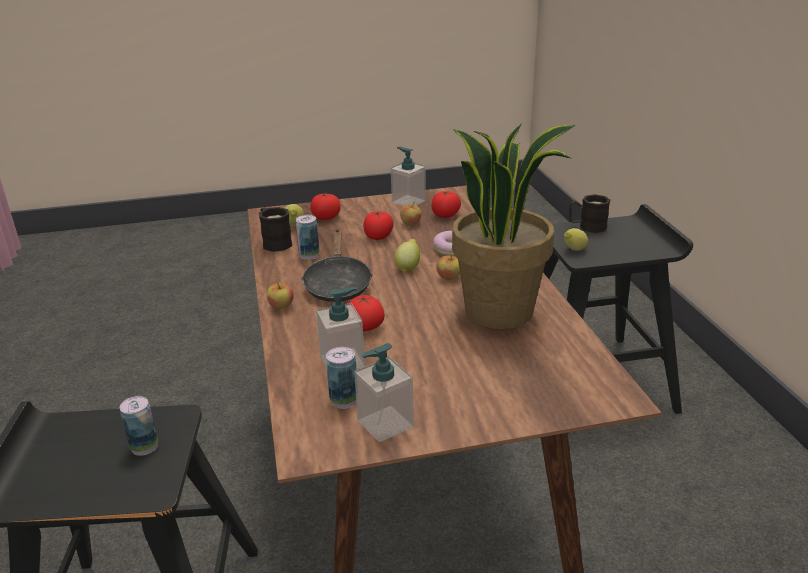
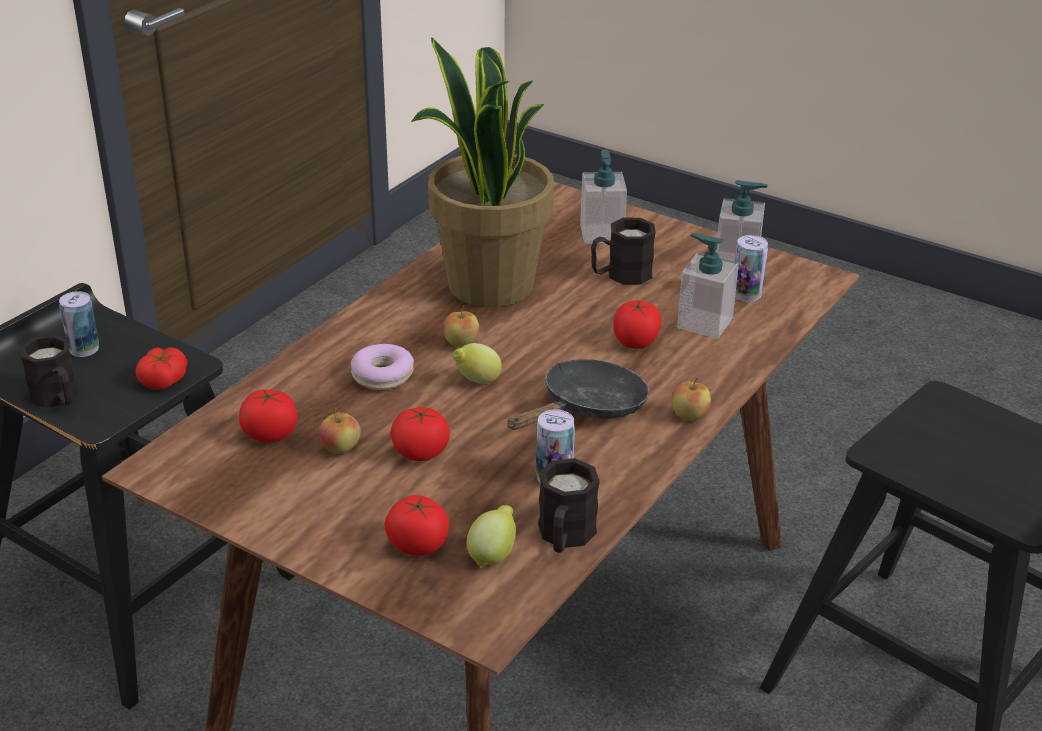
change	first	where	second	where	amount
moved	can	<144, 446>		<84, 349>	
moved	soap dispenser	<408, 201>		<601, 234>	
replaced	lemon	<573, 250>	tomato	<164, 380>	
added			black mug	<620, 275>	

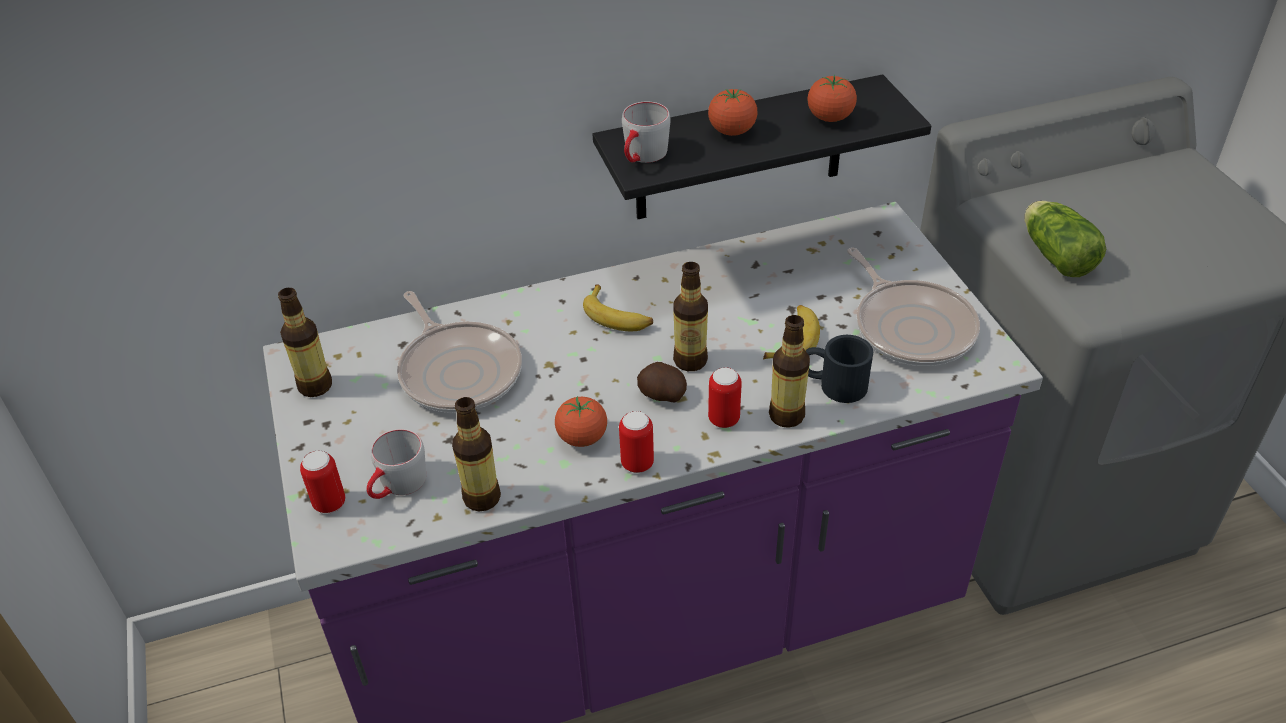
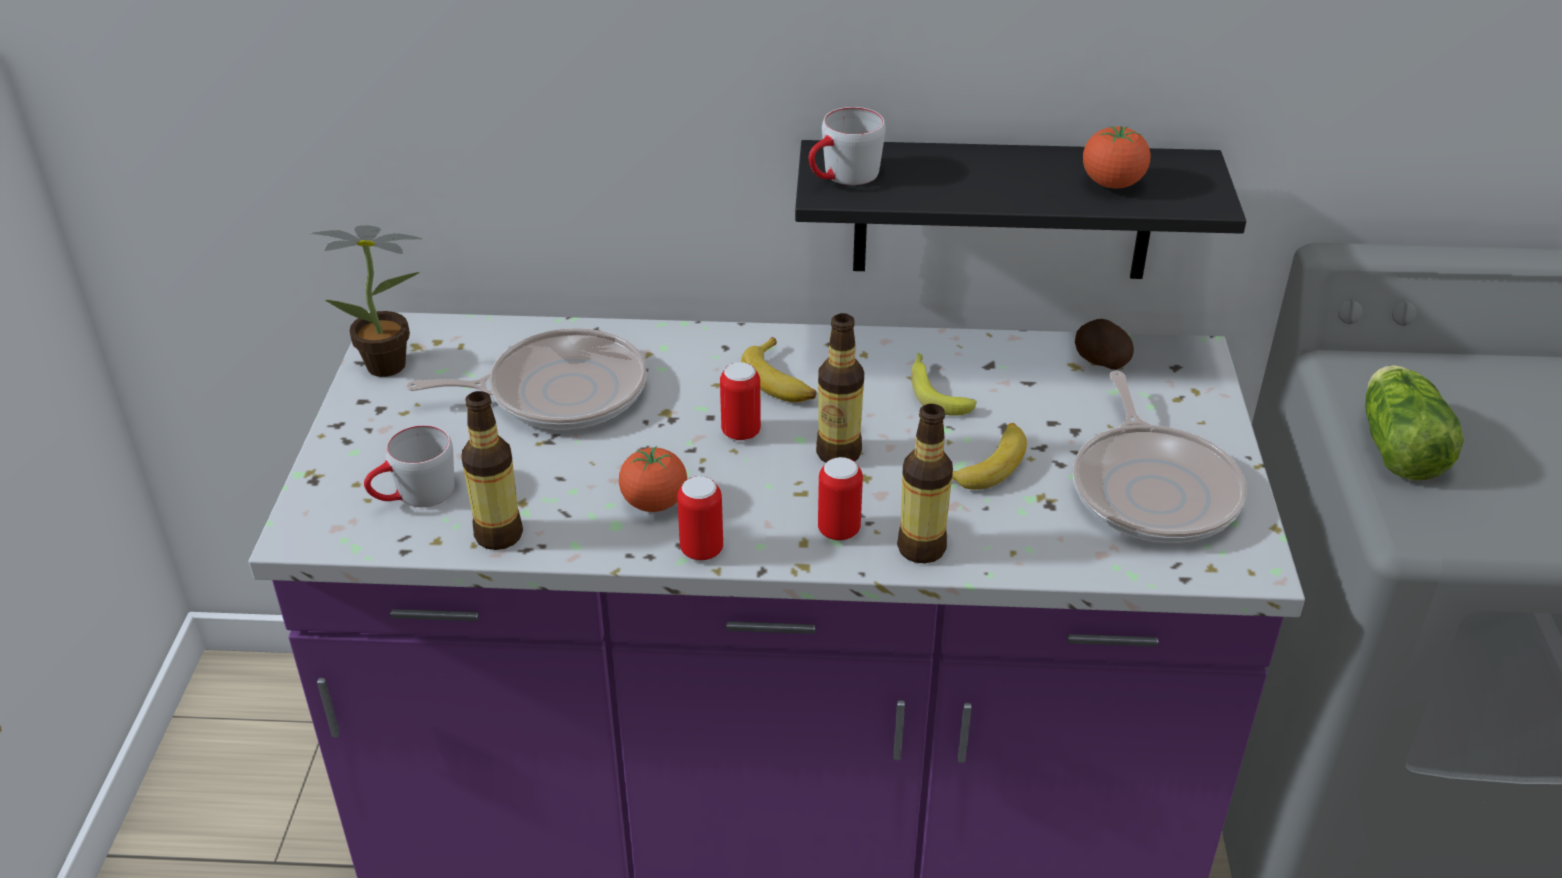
change	first	where	second	where	amount
replaced	bottle	<315, 386>	potted plant	<393, 366>	
moved	can	<329, 503>		<741, 432>	
turned	frying pan	<459, 370>		<559, 392>	90 degrees counterclockwise
moved	potato	<661, 395>		<1100, 362>	
removed	tomato	<732, 131>			
removed	black mug	<833, 384>			
added			banana	<936, 390>	

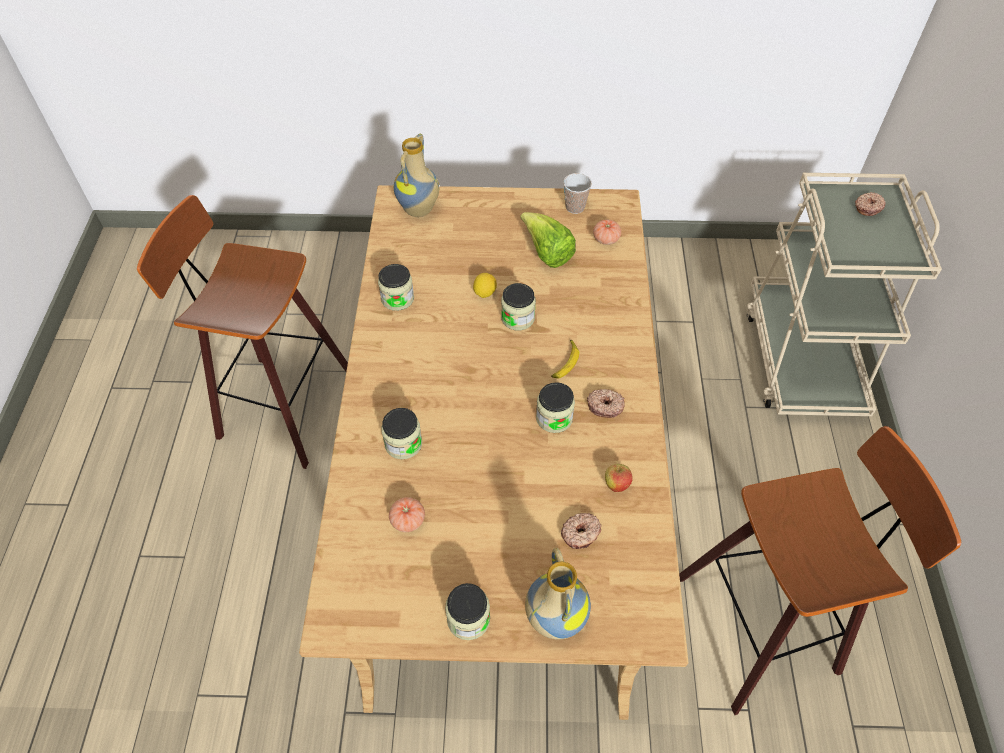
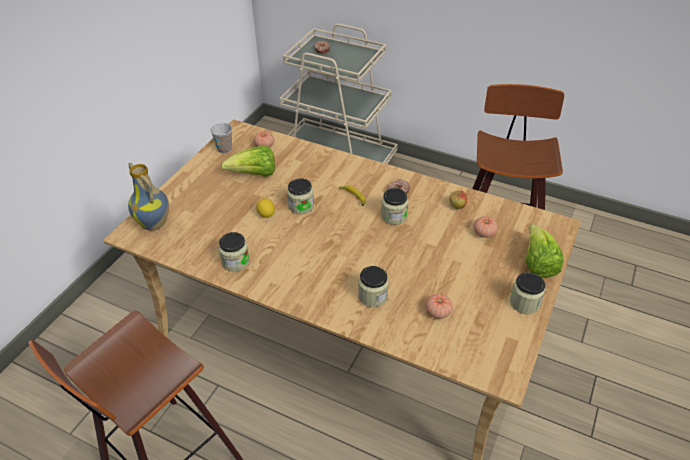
change	first	where	second	where	amount
replaced	vase	<553, 620>	lettuce	<537, 264>	
replaced	donut	<581, 534>	tomato	<484, 233>	

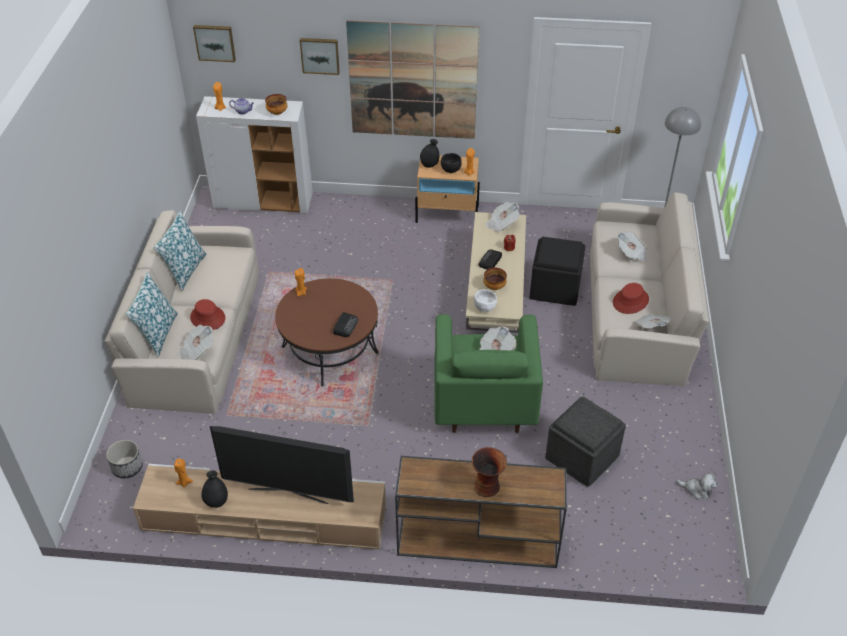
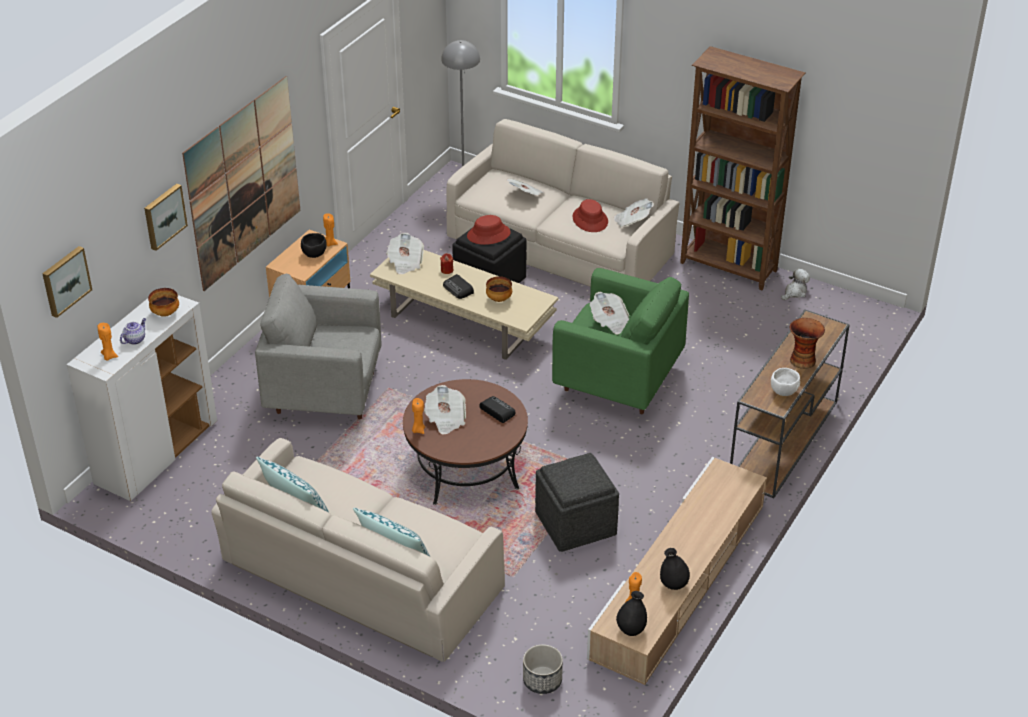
change	first	where	second	where	amount
moved	newspaper	<197, 351>		<445, 419>	
moved	red hat	<207, 318>		<488, 234>	
removed	television	<288, 495>			
moved	black vase	<429, 165>		<631, 629>	
moved	white bowl	<484, 308>		<784, 392>	
moved	grey ottoman	<581, 457>		<575, 524>	
added			grey armchair	<324, 392>	
added			brown bookcase	<728, 267>	

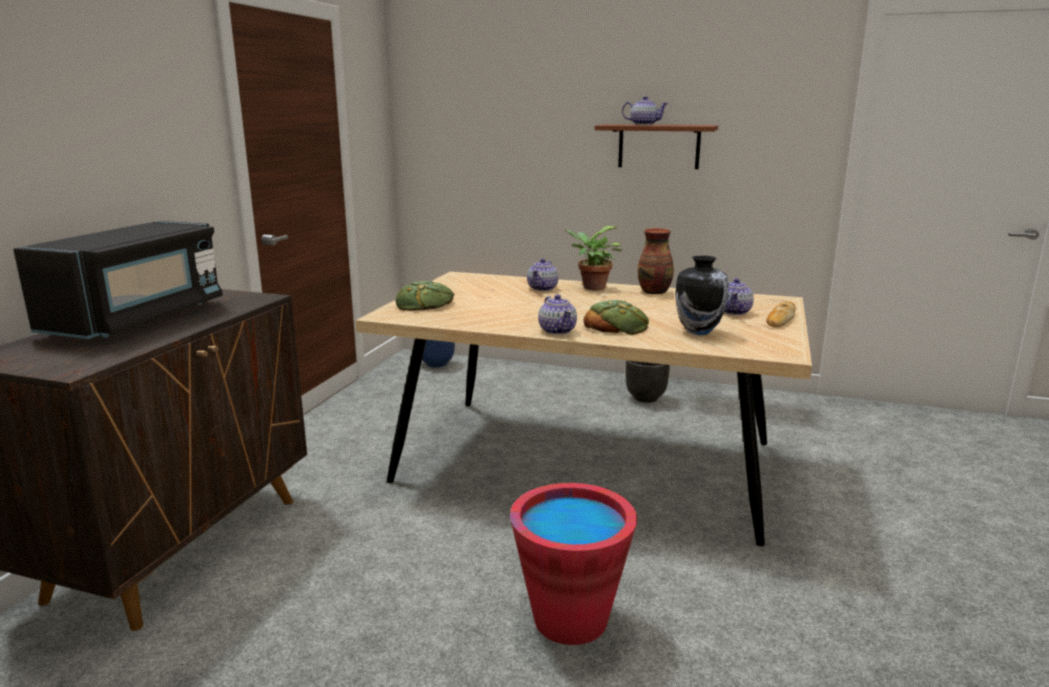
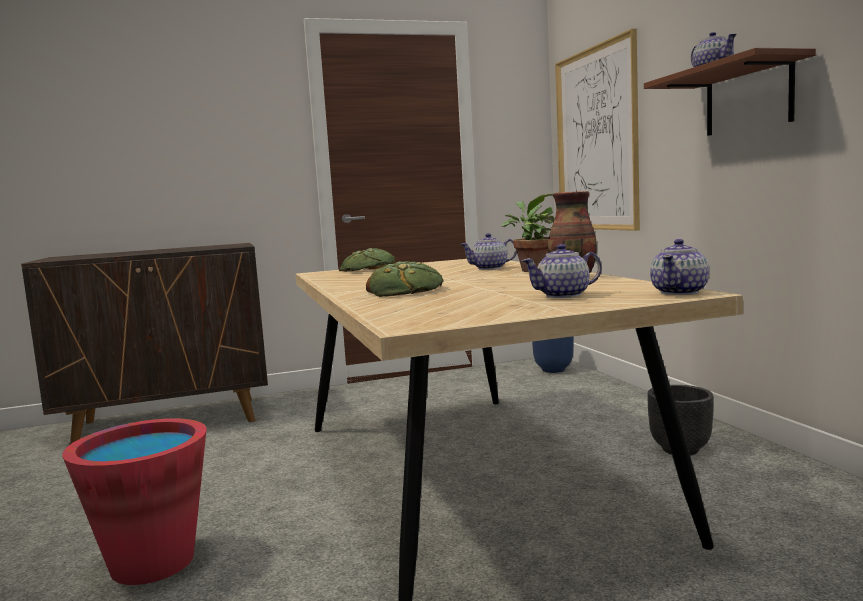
change	first	where	second	where	amount
removed	black microwave	<138, 319>			
moved	teapot	<557, 330>		<680, 292>	
removed	vase	<698, 332>			
removed	bread	<780, 319>			
added			picture	<596, 140>	

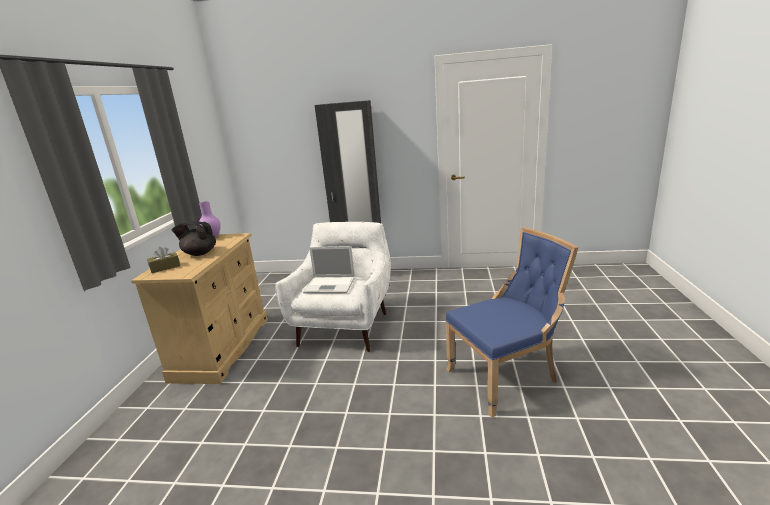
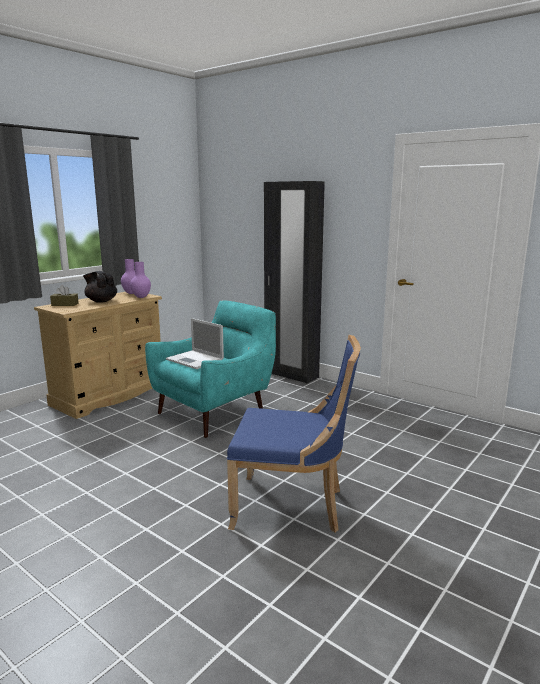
change	first	where	second	where	amount
recoloured	white armchair	<346, 326>	turquoise armchair	<216, 412>	
added			purple vase	<141, 297>	

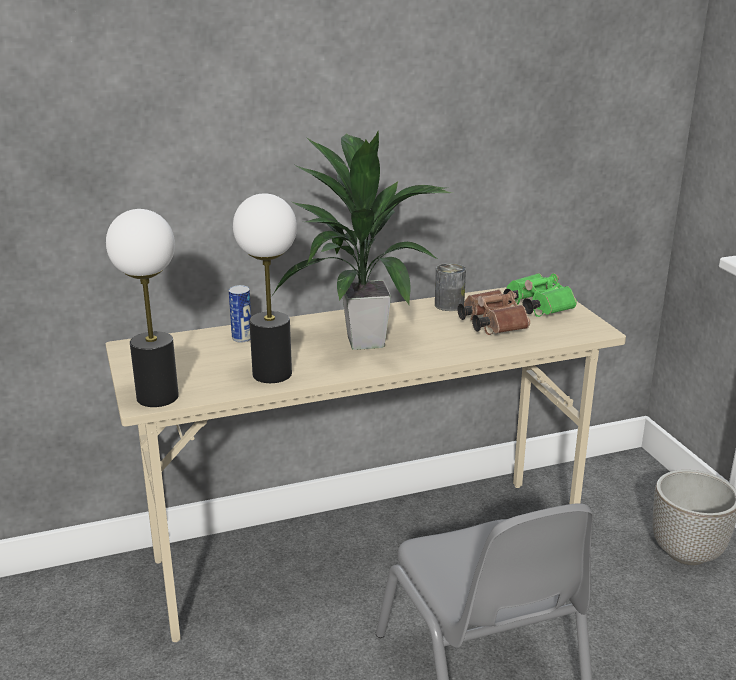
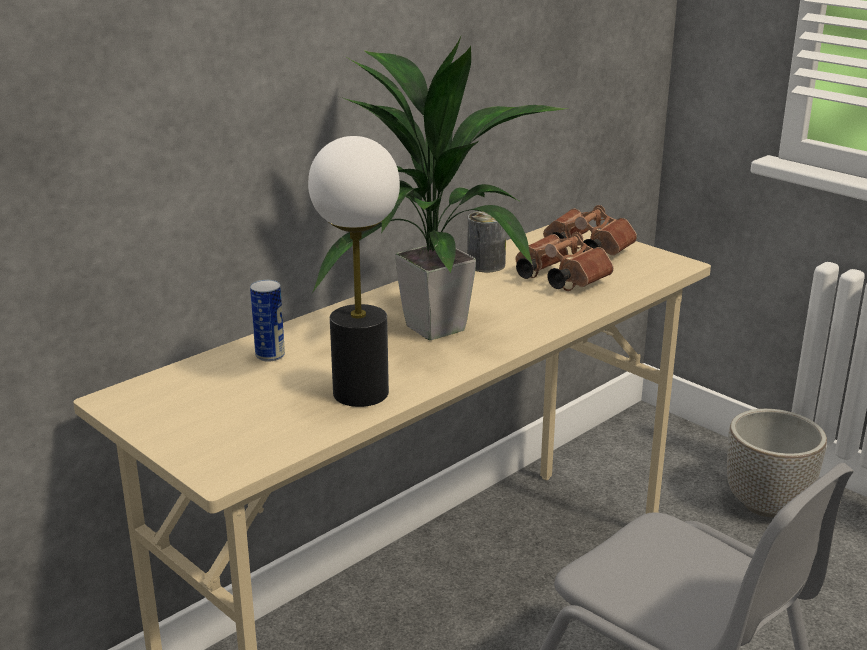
change	first	where	second	where	amount
removed	table lamp	<157, 397>			
recoloured	green binoculars	<535, 307>	brown binoculars	<584, 250>	

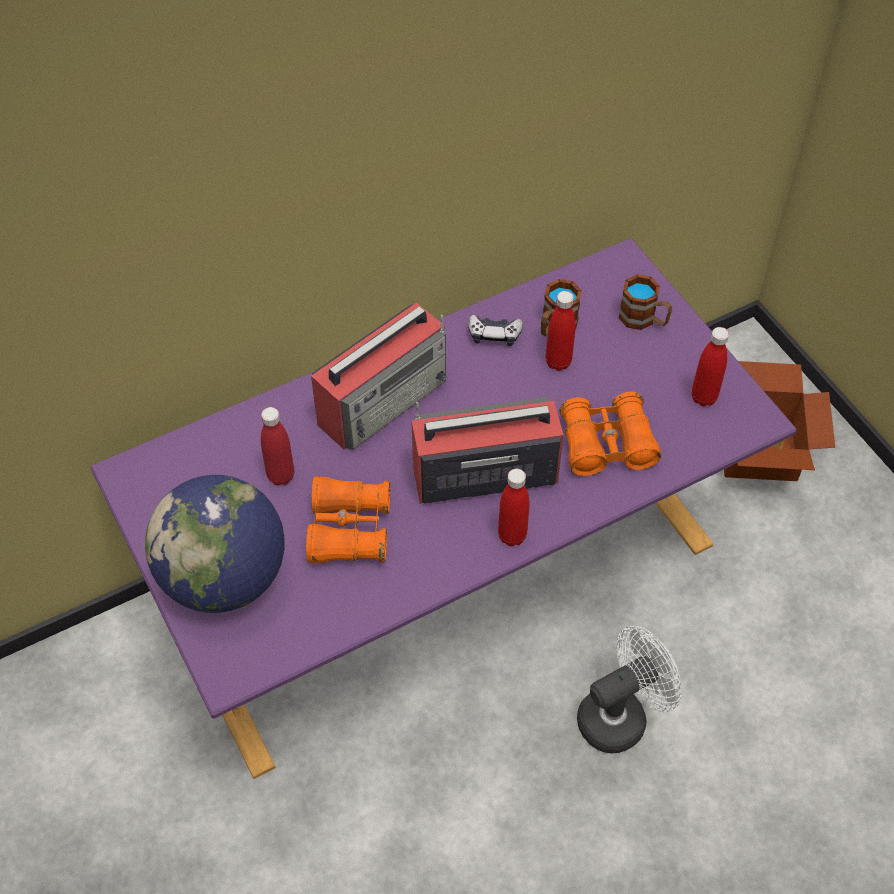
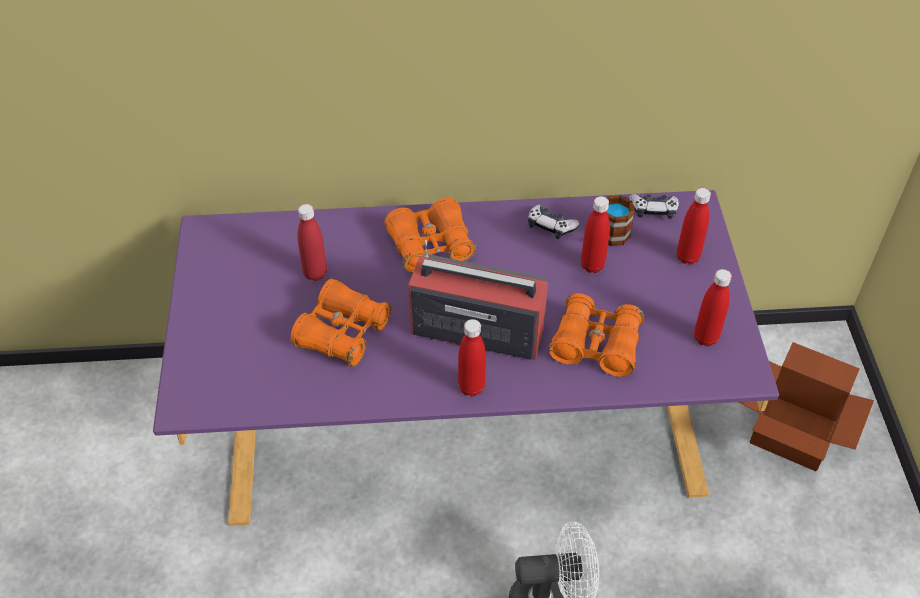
change	first	where	second	where	amount
removed	globe	<225, 577>			
replaced	radio	<384, 400>	orange binoculars	<430, 245>	
replaced	mug	<643, 319>	red bottle	<687, 257>	
added			game controller	<653, 210>	

